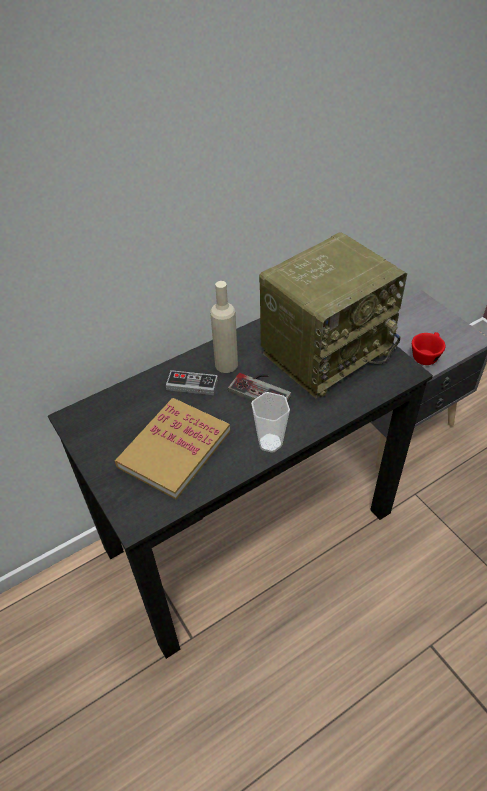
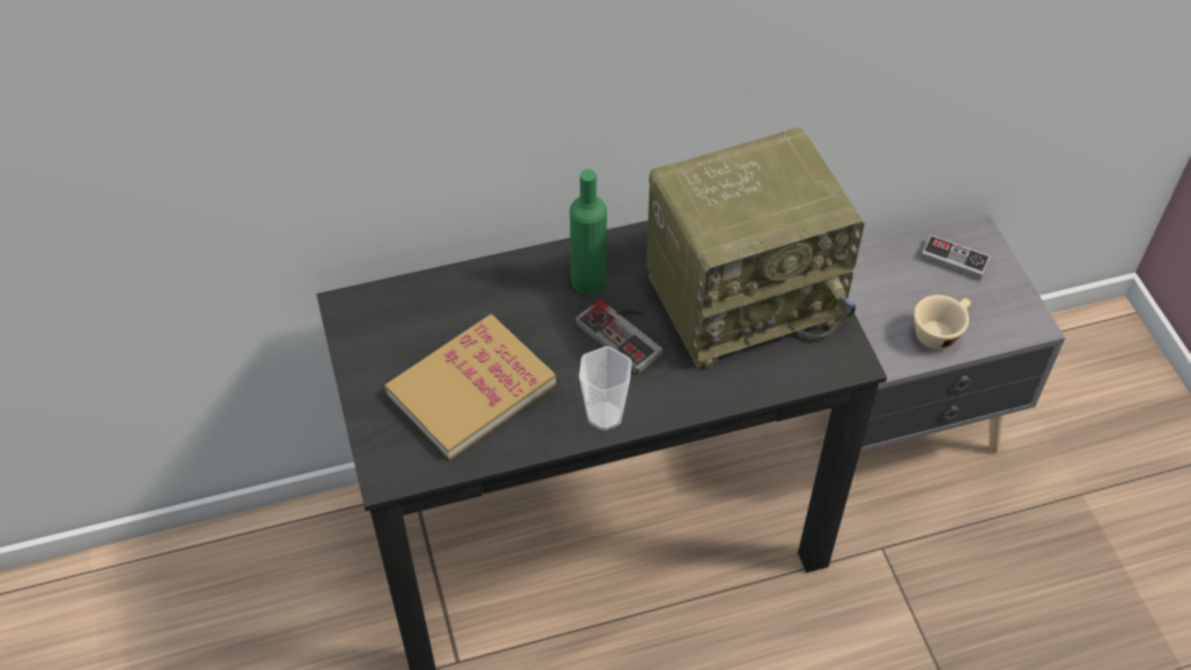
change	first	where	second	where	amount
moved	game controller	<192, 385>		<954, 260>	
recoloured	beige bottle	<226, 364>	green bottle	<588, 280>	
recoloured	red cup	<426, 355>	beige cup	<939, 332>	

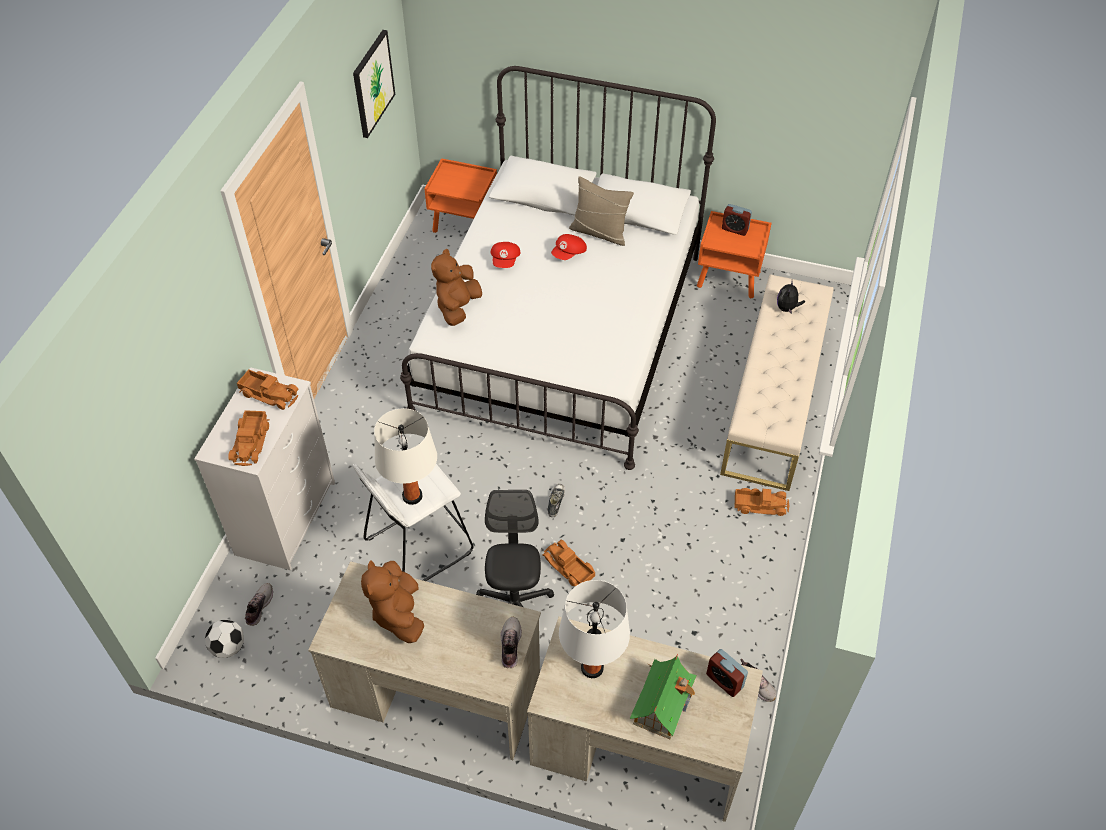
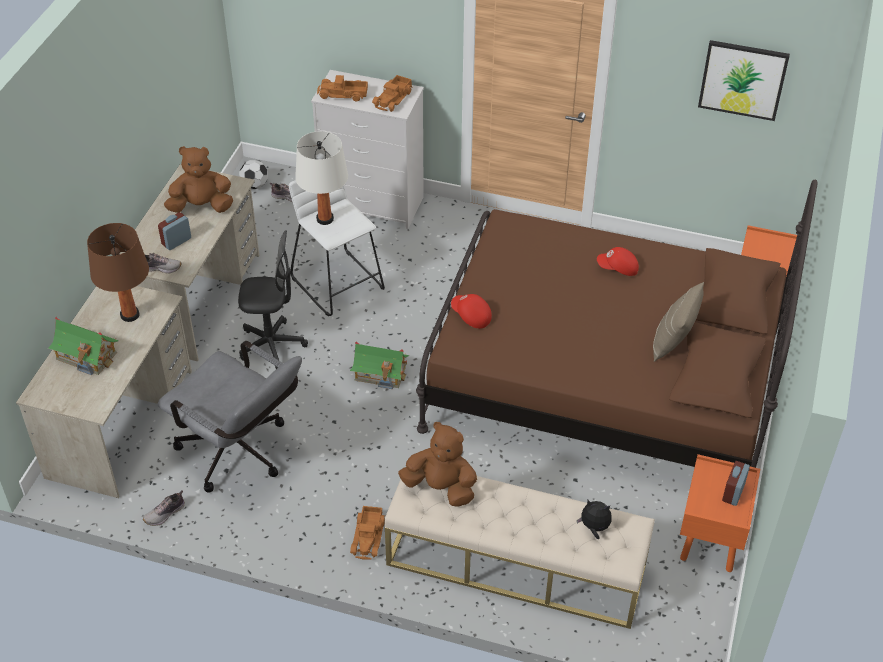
change	first	where	second	where	amount
recoloured	white bed	<562, 332>	brown bed	<604, 380>	
moved	brown plush toy	<457, 307>		<441, 487>	
removed	toy truck	<568, 568>			
replaced	shoe	<555, 502>	toy house	<380, 373>	
moved	red cap	<569, 254>		<471, 316>	
recoloured	white table lamp	<592, 667>	brown table lamp	<130, 315>	
moved	alarm clock	<724, 681>		<176, 241>	
added			grey office chair	<240, 455>	

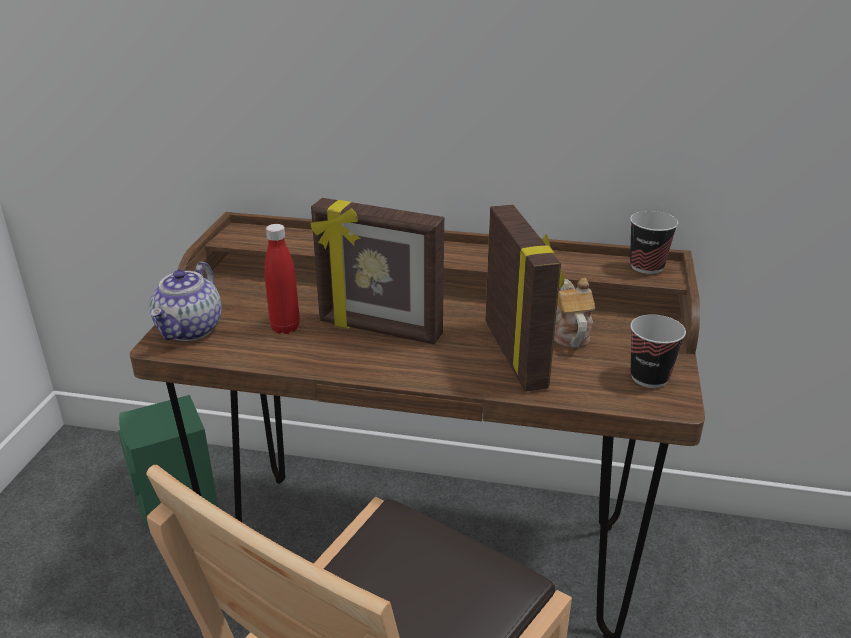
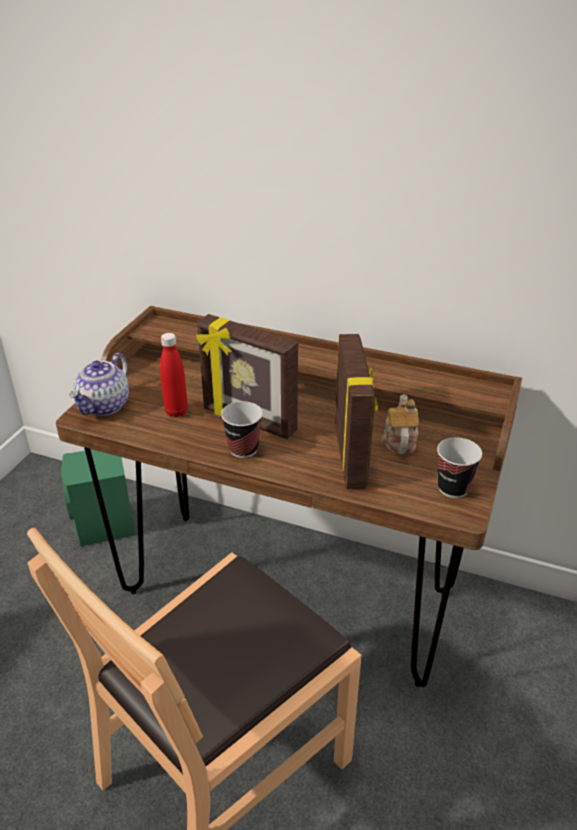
change	first	where	second	where	amount
moved	cup	<646, 266>		<243, 449>	

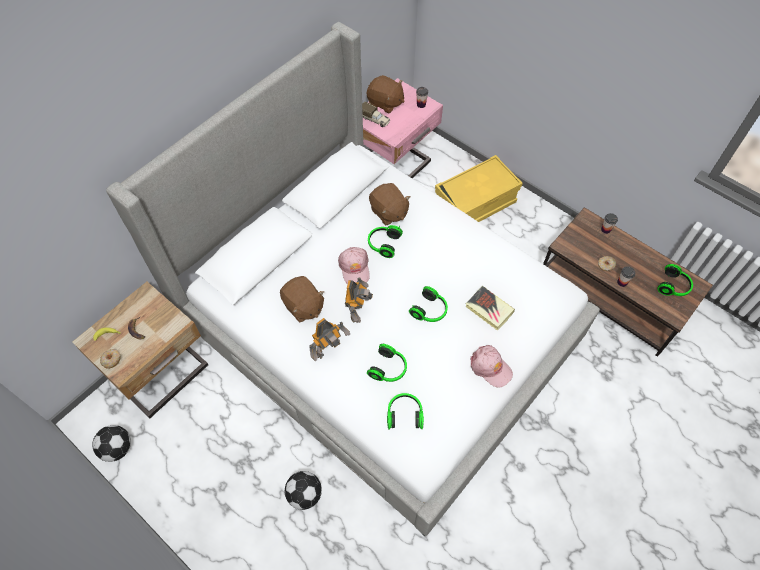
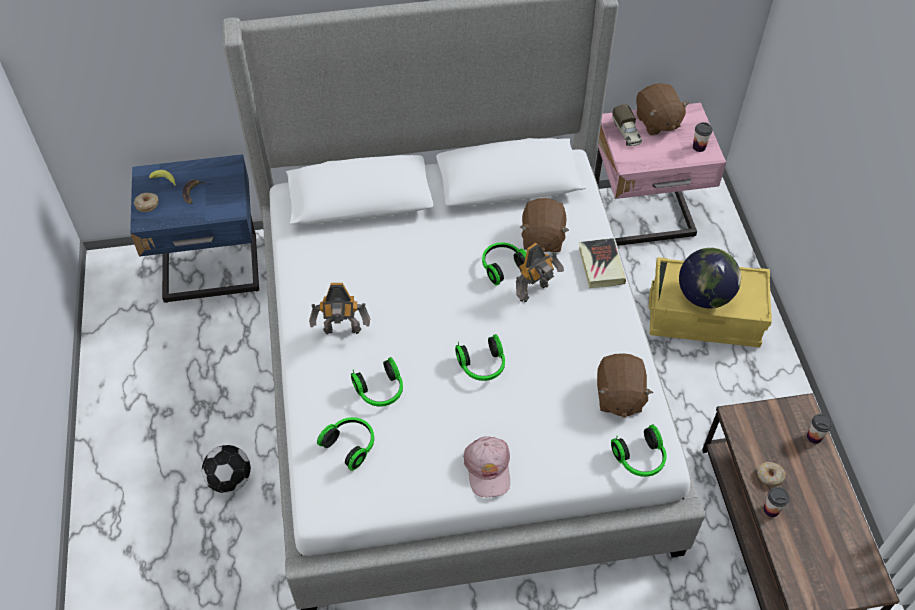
change	first	where	second	where	amount
recoloured	beige nightstand	<163, 375>	blue nightstand	<212, 271>	
removed	football	<117, 448>			
moved	brown plush toy	<303, 306>		<618, 396>	
removed	pink cap	<354, 268>			
moved	toy robot	<357, 310>		<535, 292>	
moved	book	<489, 309>		<600, 266>	
moved	headphones	<673, 286>		<640, 459>	
added			globe	<704, 296>	

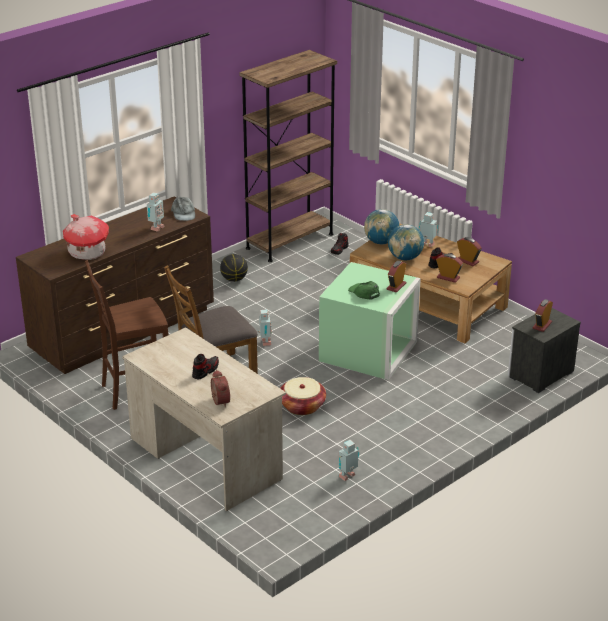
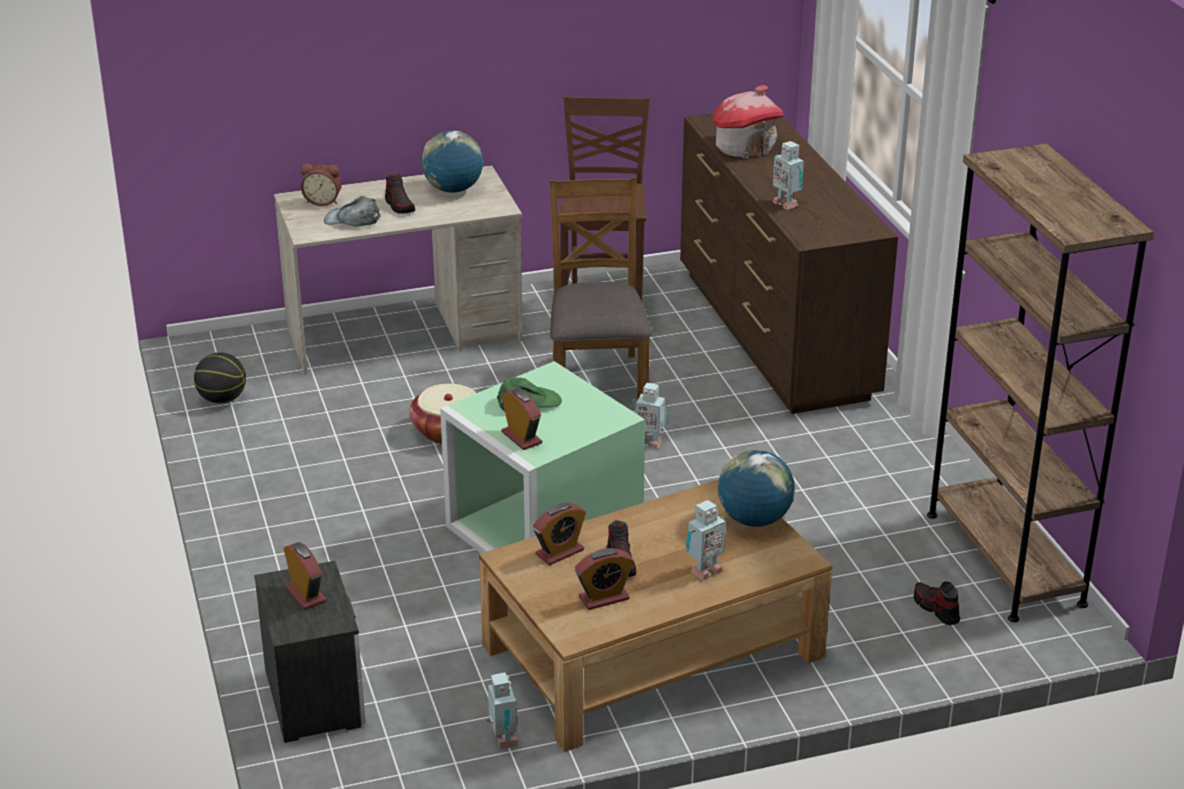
change	first	where	second	where	amount
moved	grey cap	<183, 213>		<352, 219>	
moved	basketball	<234, 279>		<222, 399>	
moved	toy robot	<348, 476>		<503, 741>	
moved	globe	<405, 258>		<453, 190>	

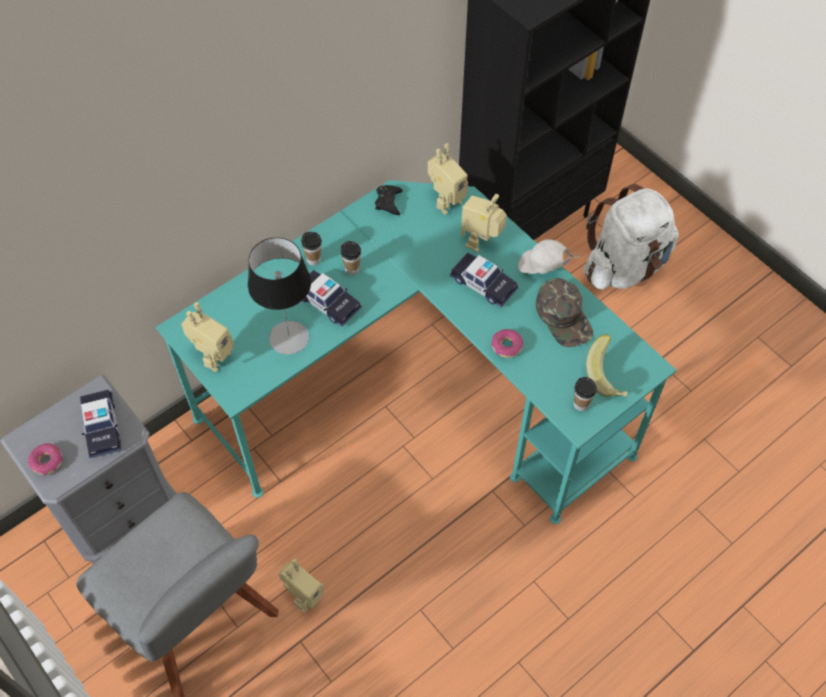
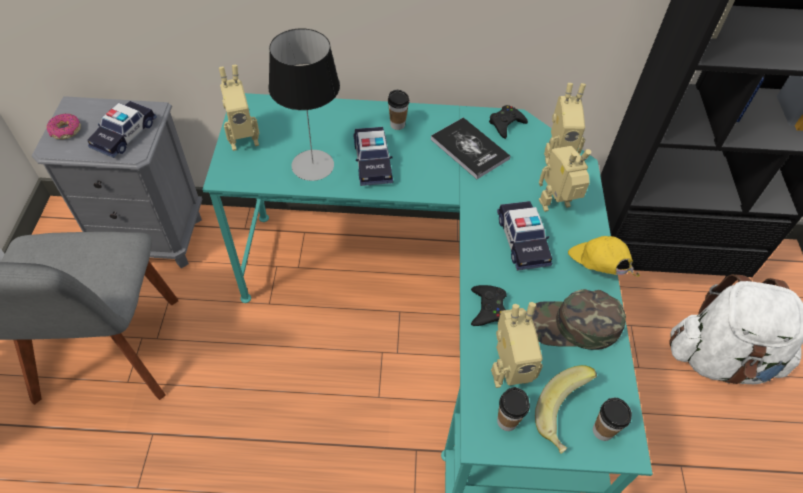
change	first	where	second	where	amount
moved	toy robot	<303, 596>		<507, 370>	
moved	cup	<352, 269>		<602, 431>	
replaced	donut	<506, 346>	black game controller	<487, 308>	
recoloured	white cap	<543, 267>	yellow cap	<596, 266>	
turned	green cap	<564, 317>		<573, 325>	75 degrees clockwise
added			book	<469, 149>	

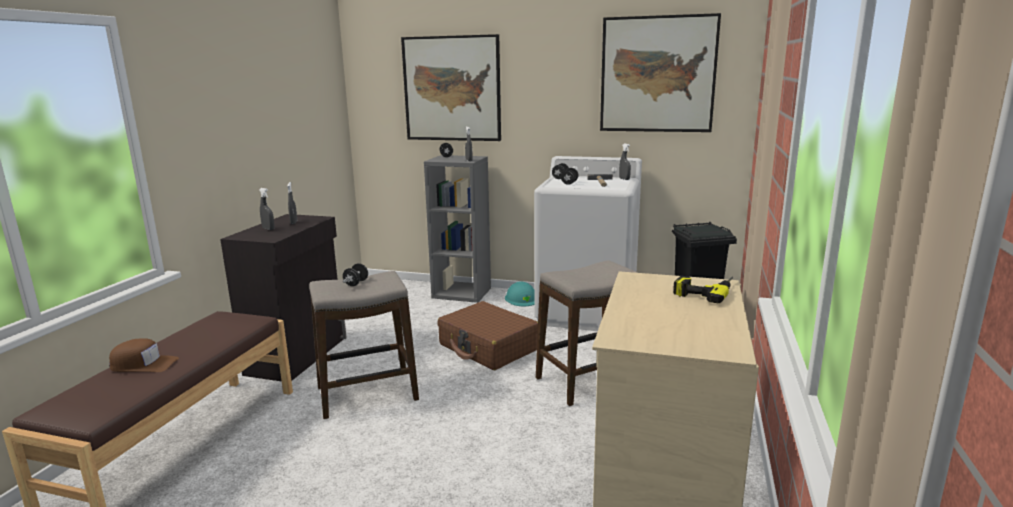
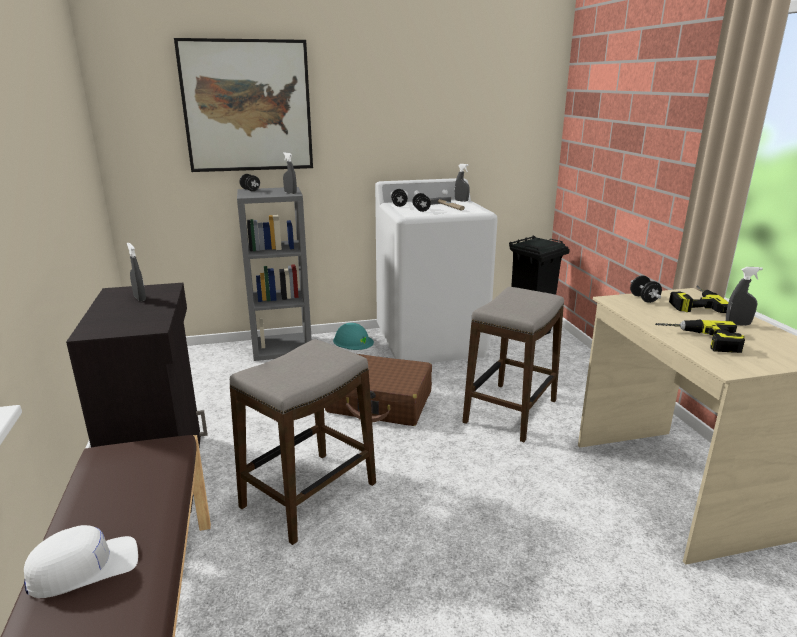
change	first	where	second	where	amount
recoloured	brown cap	<144, 365>	white cap	<84, 568>	
moved	grey spray bottle	<268, 229>		<737, 324>	
moved	black dumbbell	<356, 283>		<644, 299>	
removed	picture	<657, 74>			
added			power drill	<700, 340>	

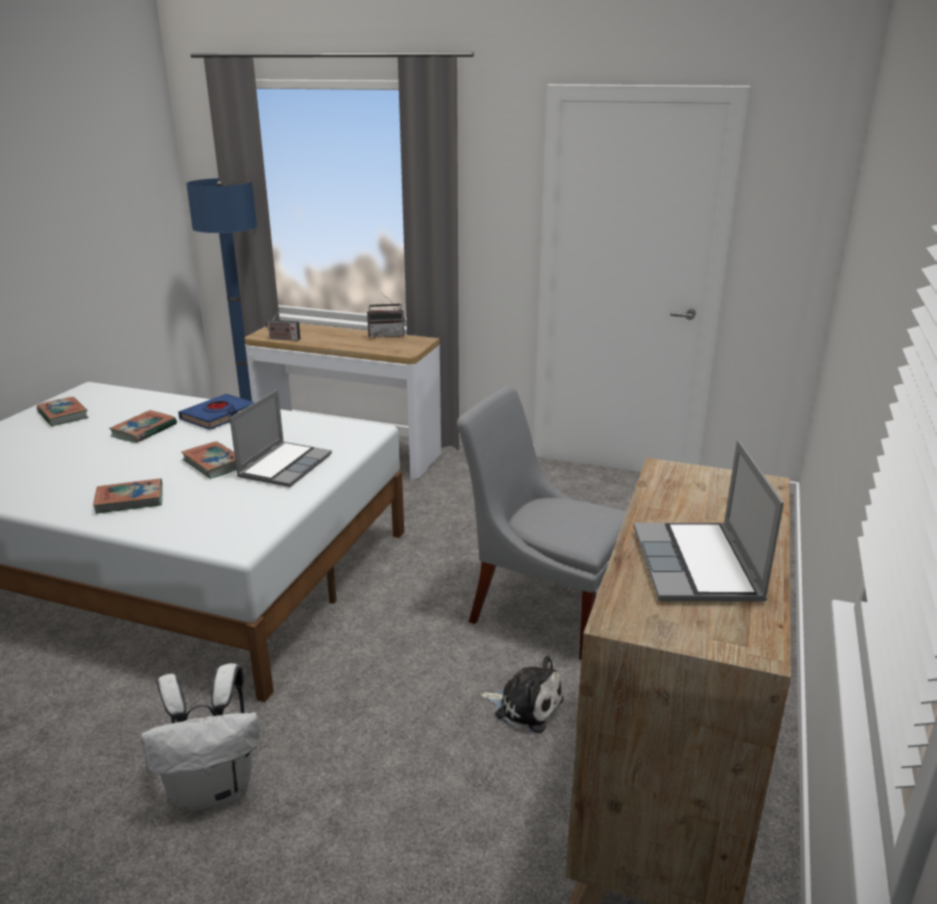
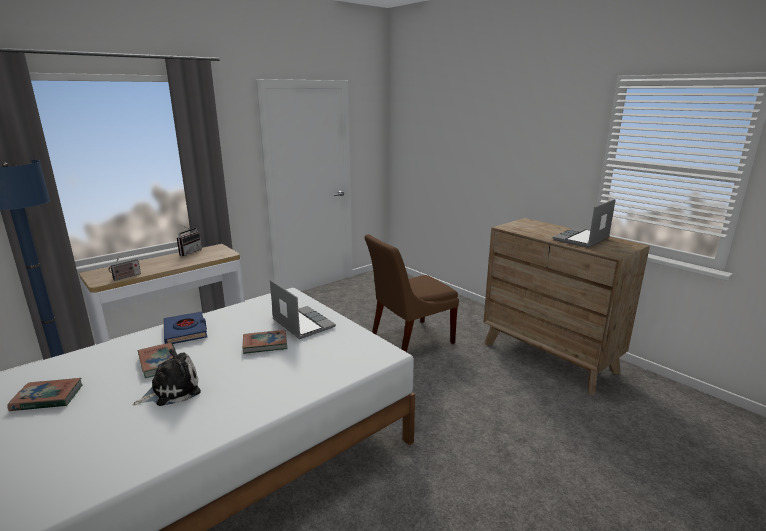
change	first	where	second	where	amount
removed	book	<130, 500>			
removed	white backpack	<214, 788>			
recoloured	grey chair	<542, 608>	brown chair	<408, 340>	
moved	plush toy	<525, 706>		<172, 390>	
turned	laptop	<698, 566>		<581, 239>	105 degrees clockwise

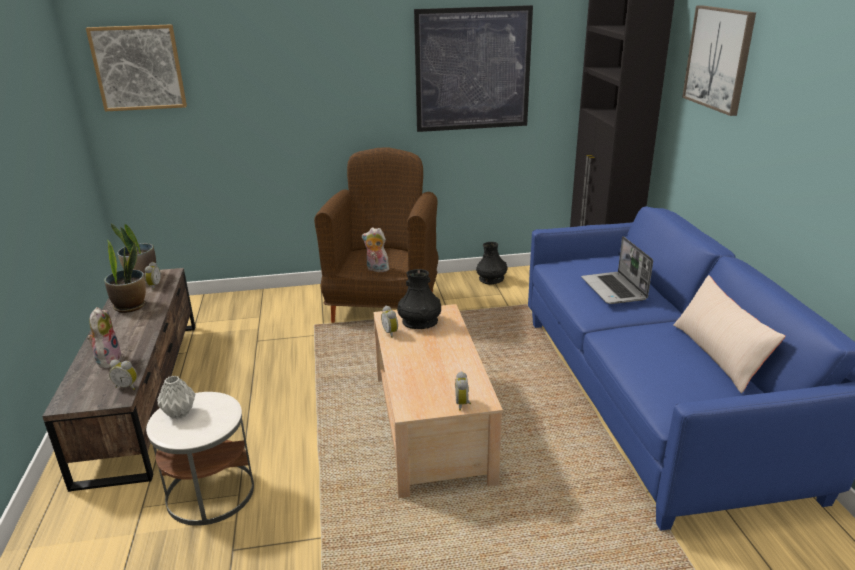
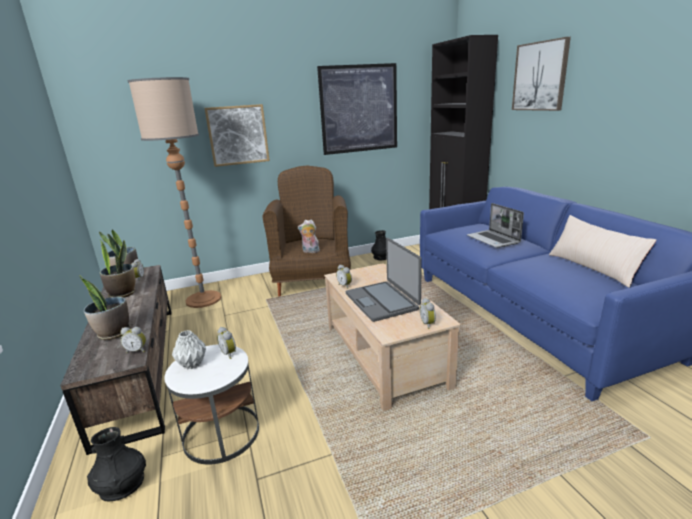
change	first	where	second	where	amount
moved	picture	<138, 68>		<238, 135>	
replaced	plush toy	<108, 360>	potted plant	<113, 333>	
moved	black vase	<420, 322>		<122, 485>	
added			floor lamp	<203, 299>	
added			alarm clock	<230, 353>	
added			laptop	<382, 301>	

